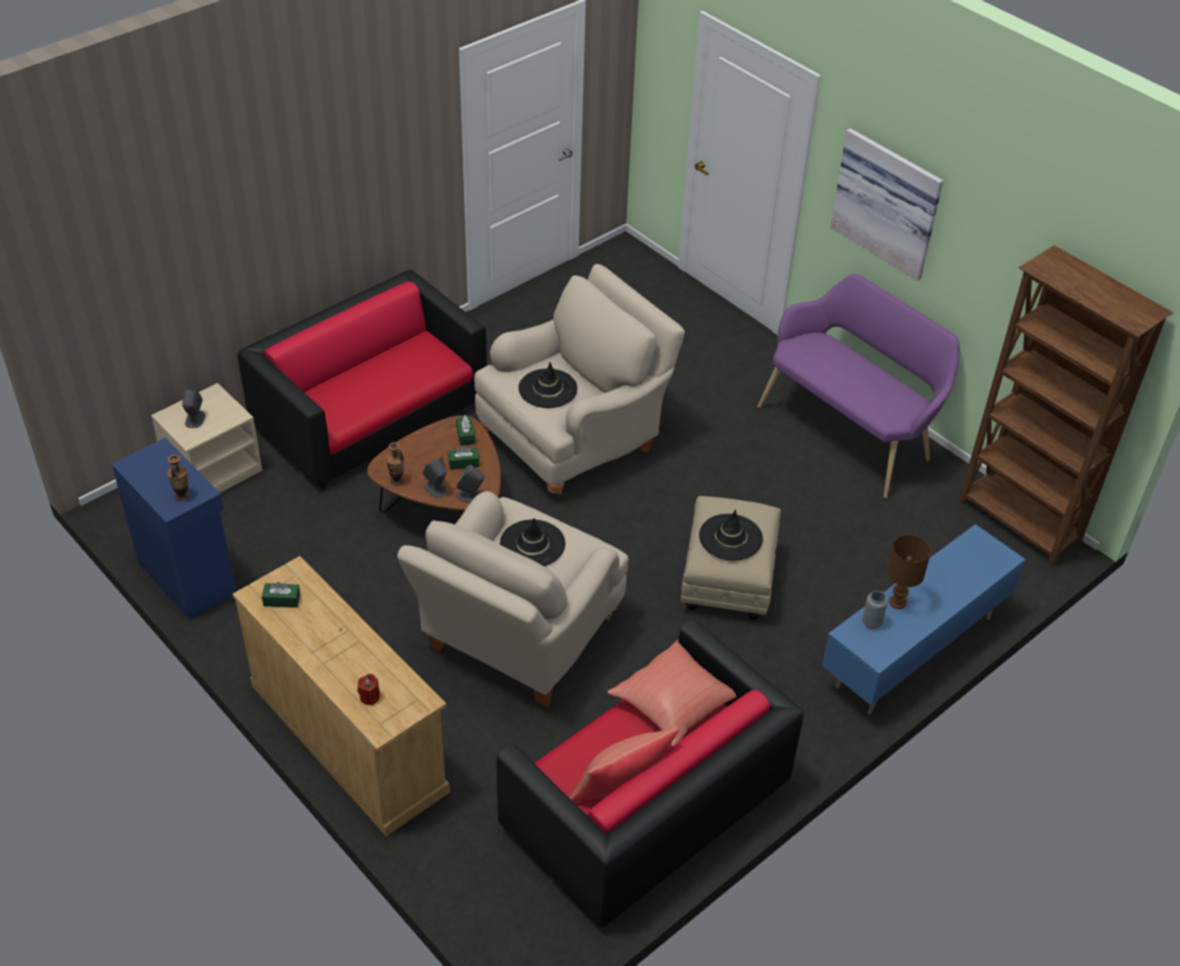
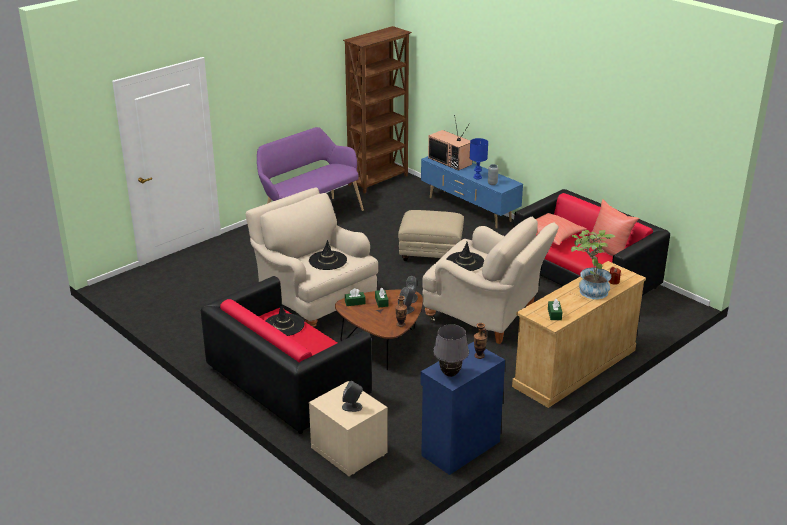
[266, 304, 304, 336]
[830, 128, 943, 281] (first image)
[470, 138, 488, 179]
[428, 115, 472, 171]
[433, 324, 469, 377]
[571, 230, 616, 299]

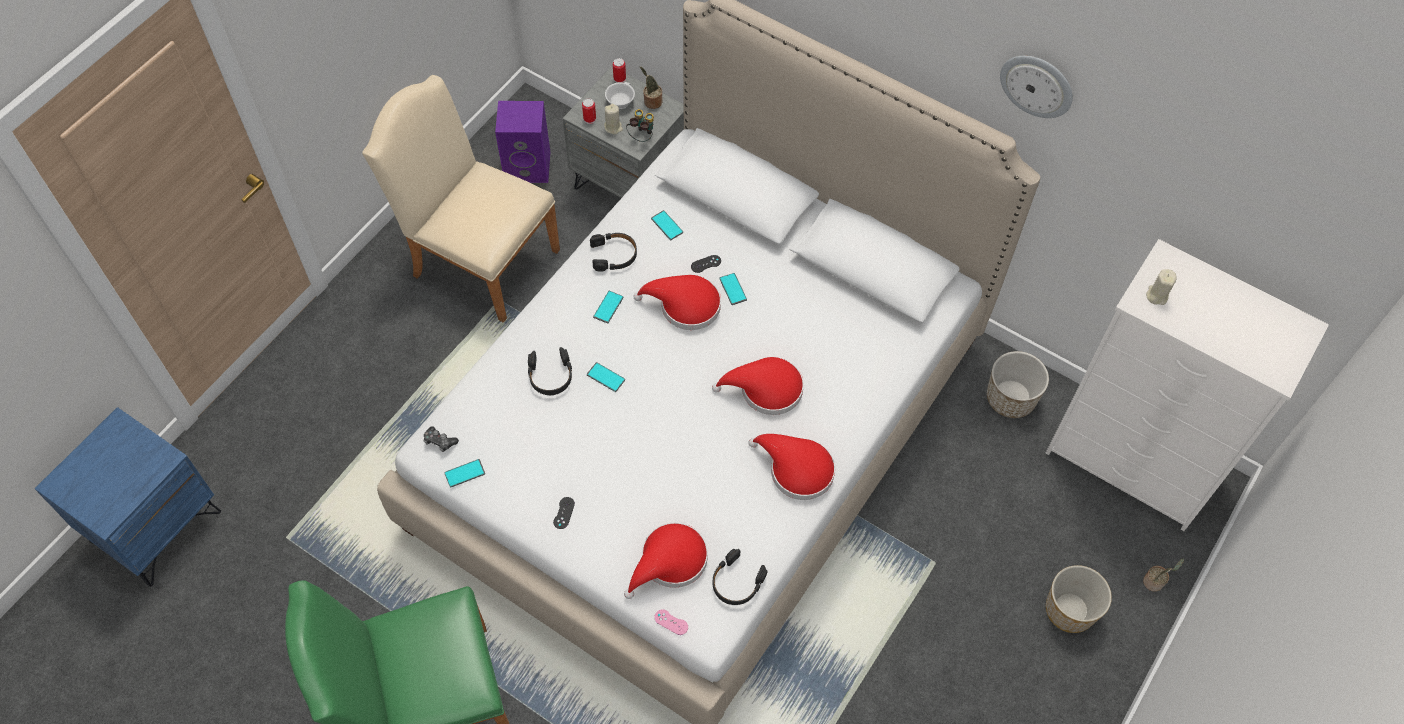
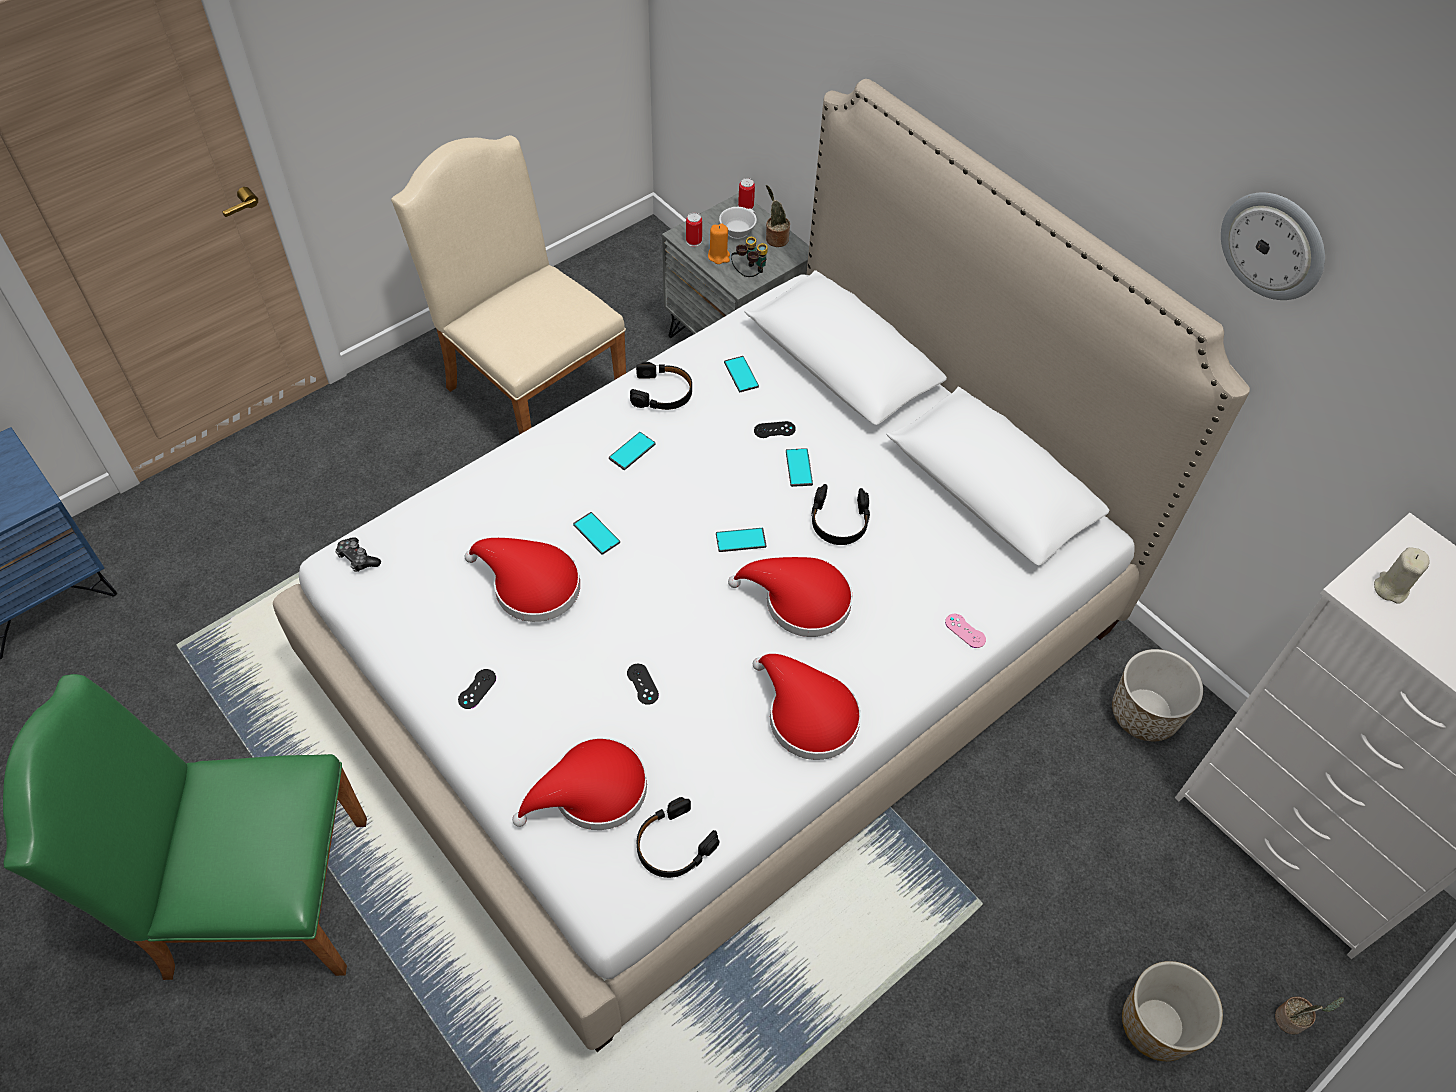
[716, 528, 766, 552]
[495, 101, 550, 183] (first image)
[811, 484, 870, 545]
[708, 224, 730, 264]
[465, 538, 580, 622]
[945, 614, 986, 648]
[627, 664, 659, 705]

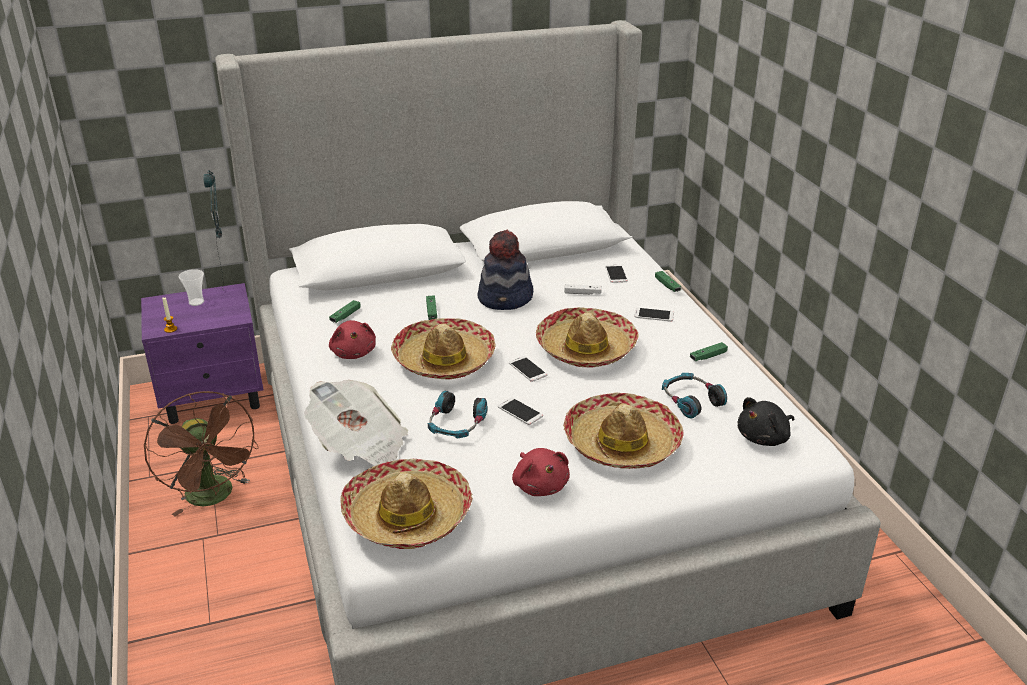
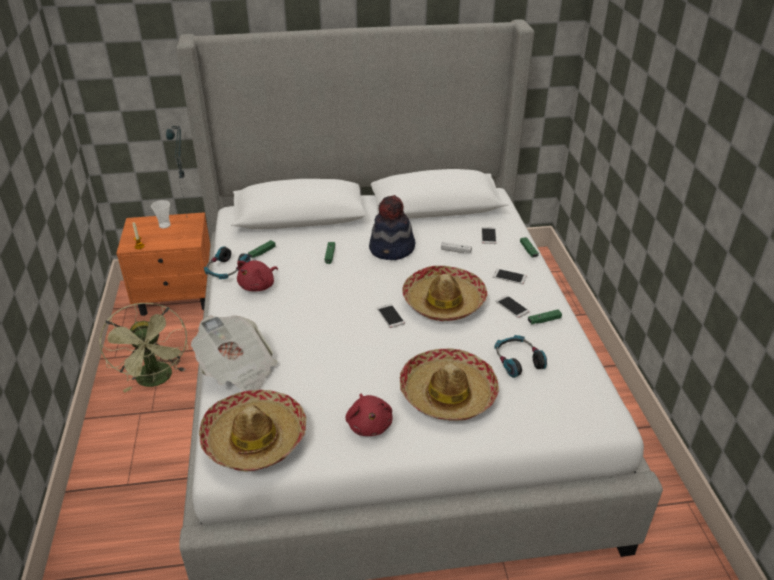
[116, 212, 210, 316]
[99, 303, 188, 393]
[237, 260, 278, 291]
[391, 318, 496, 380] (first image)
[204, 246, 251, 279]
[495, 295, 529, 318]
[738, 397, 794, 446] (first image)

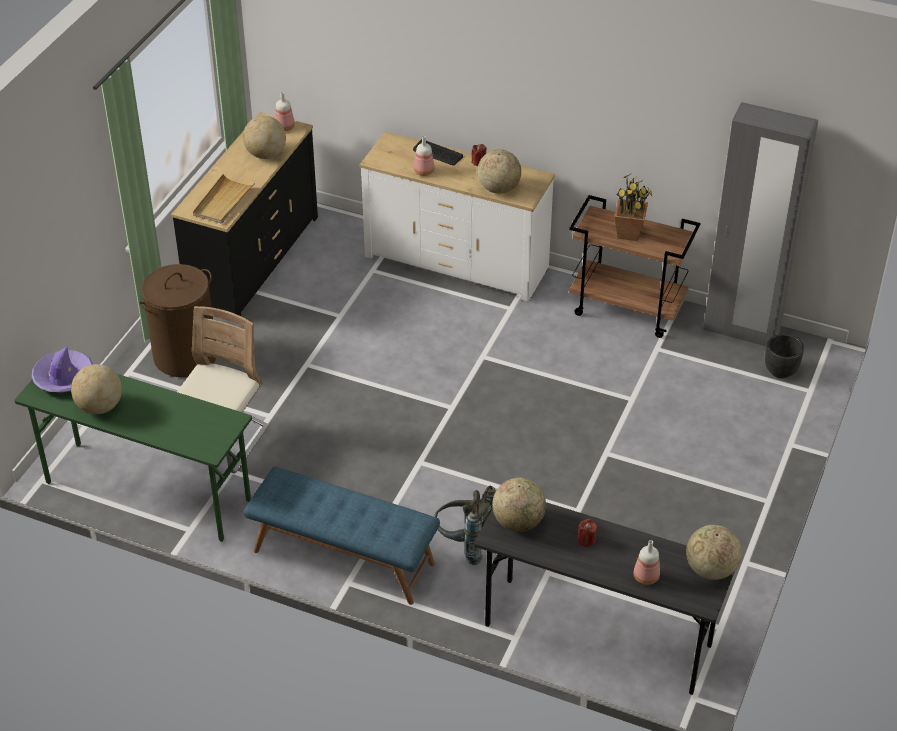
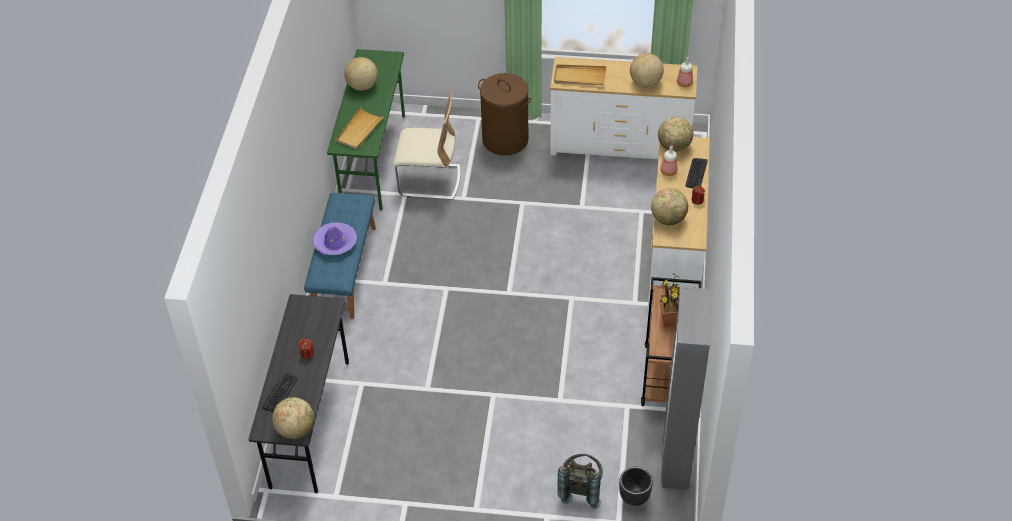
[312, 222, 357, 255]
[550, 57, 697, 159]
[557, 454, 603, 509]
[658, 116, 693, 152]
[262, 372, 298, 412]
[335, 107, 384, 149]

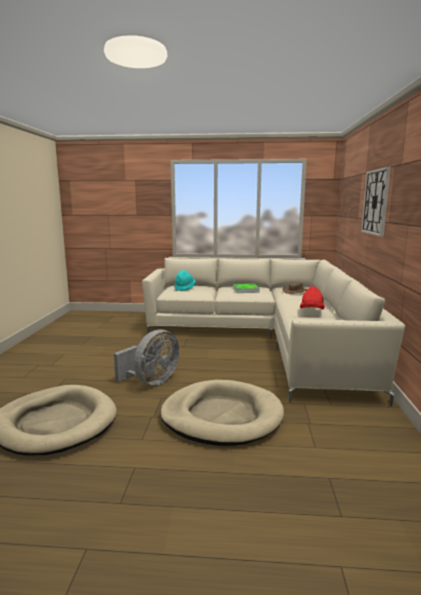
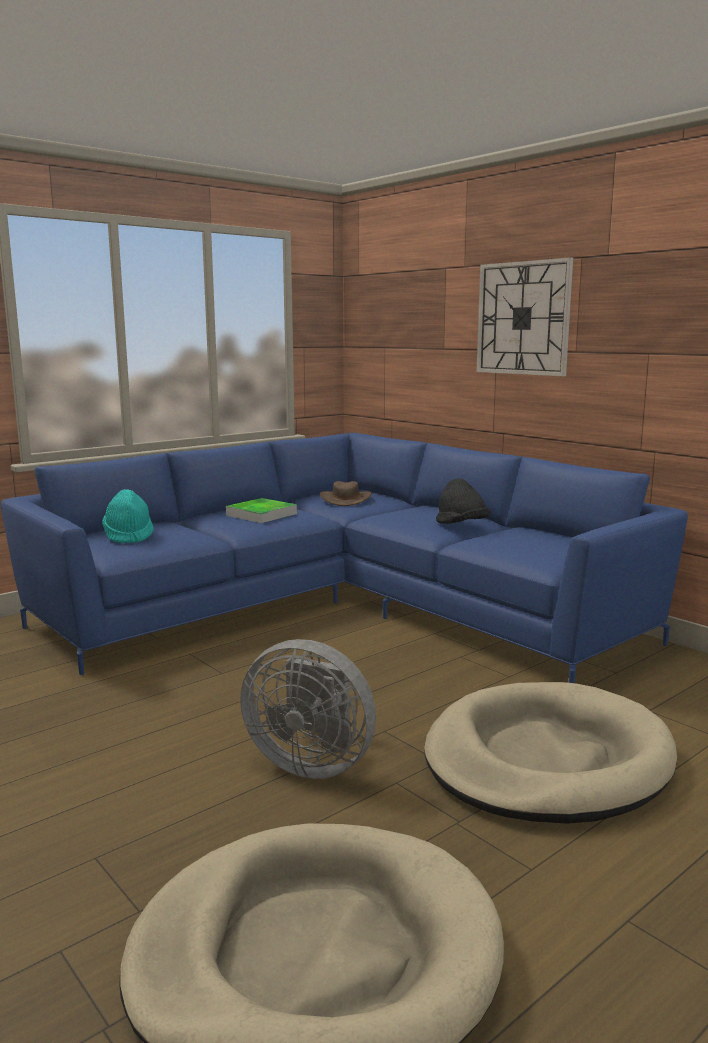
[240, 639, 376, 779]
[1, 432, 688, 683]
[436, 478, 490, 524]

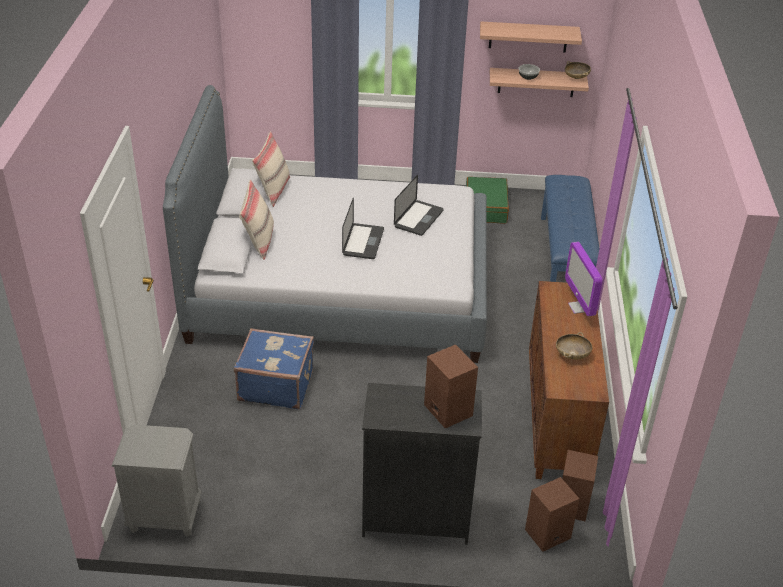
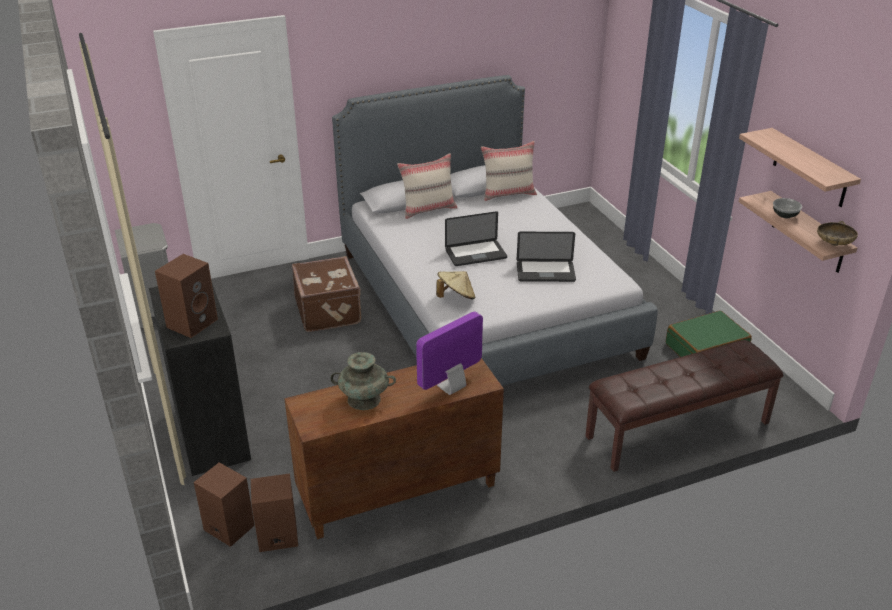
[292, 256, 361, 332]
[585, 340, 783, 472]
[330, 352, 396, 410]
[436, 271, 475, 300]

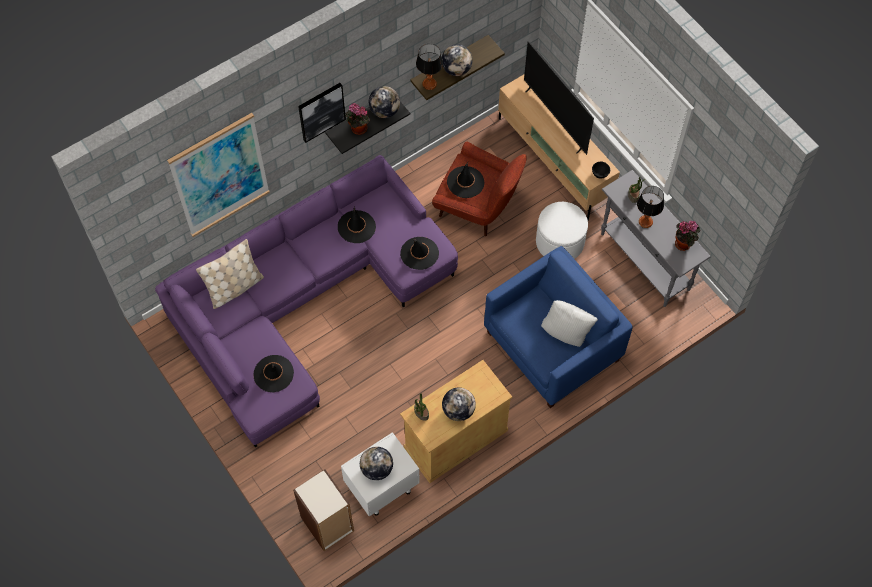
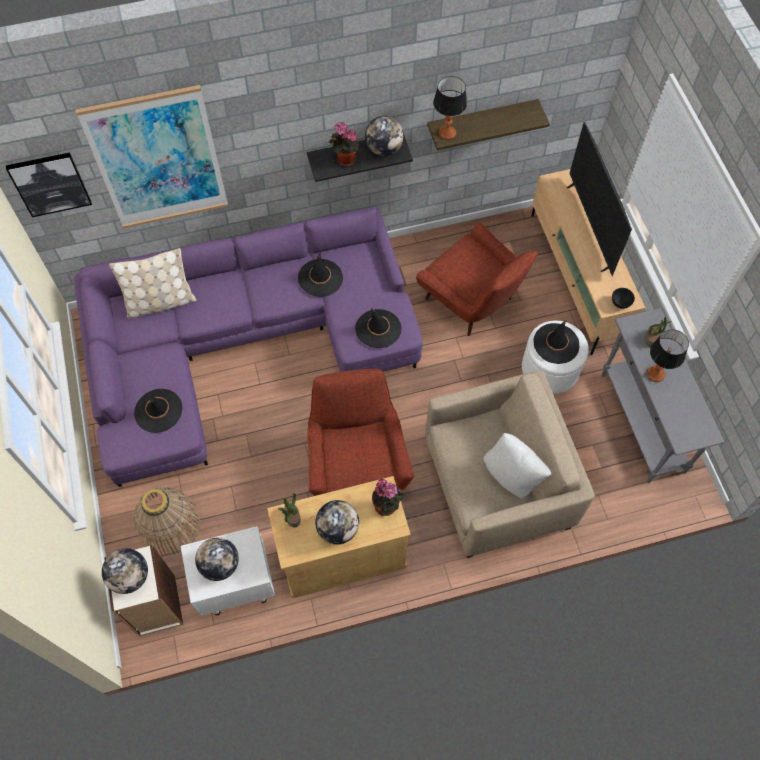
[6, 153, 92, 217]
[102, 548, 148, 594]
[533, 320, 579, 364]
[425, 370, 595, 558]
[372, 479, 405, 516]
[134, 487, 201, 556]
[307, 369, 414, 496]

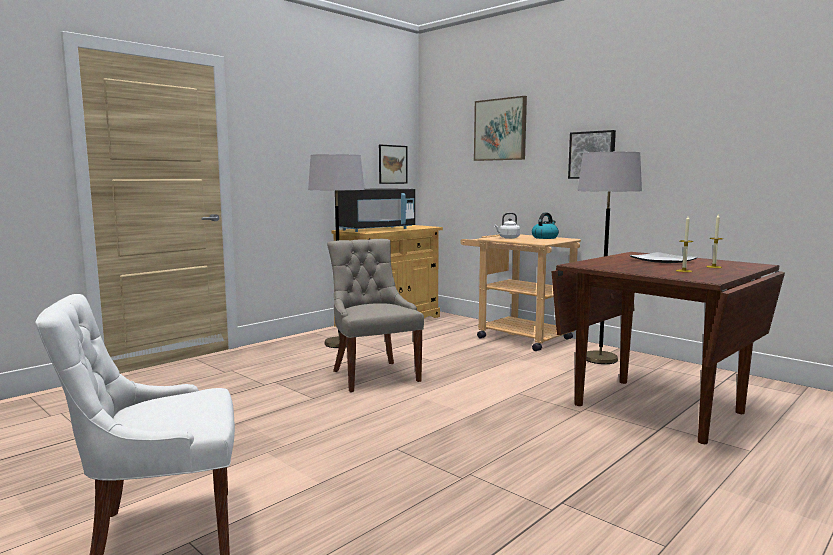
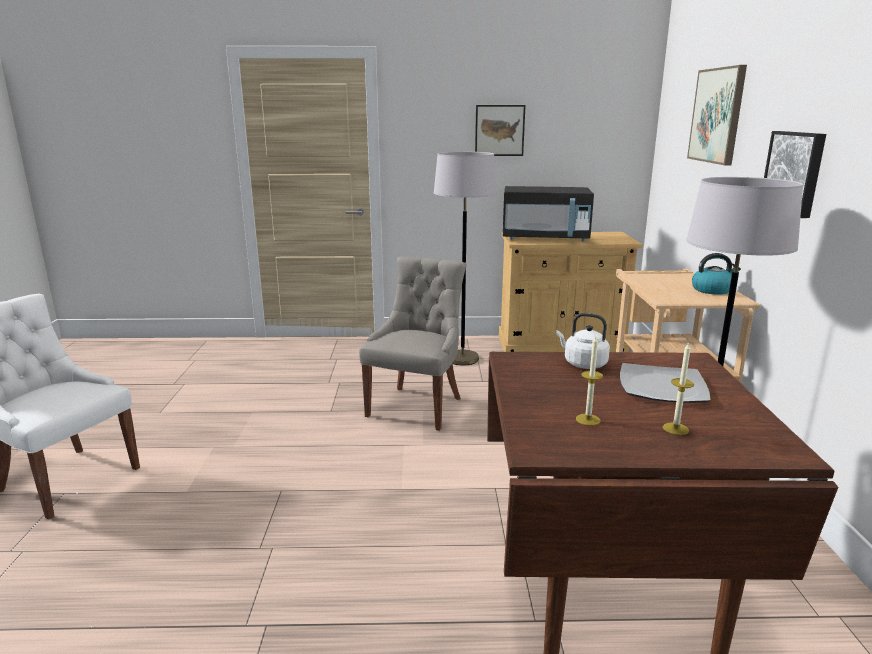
[475, 105, 526, 156]
[556, 313, 610, 369]

